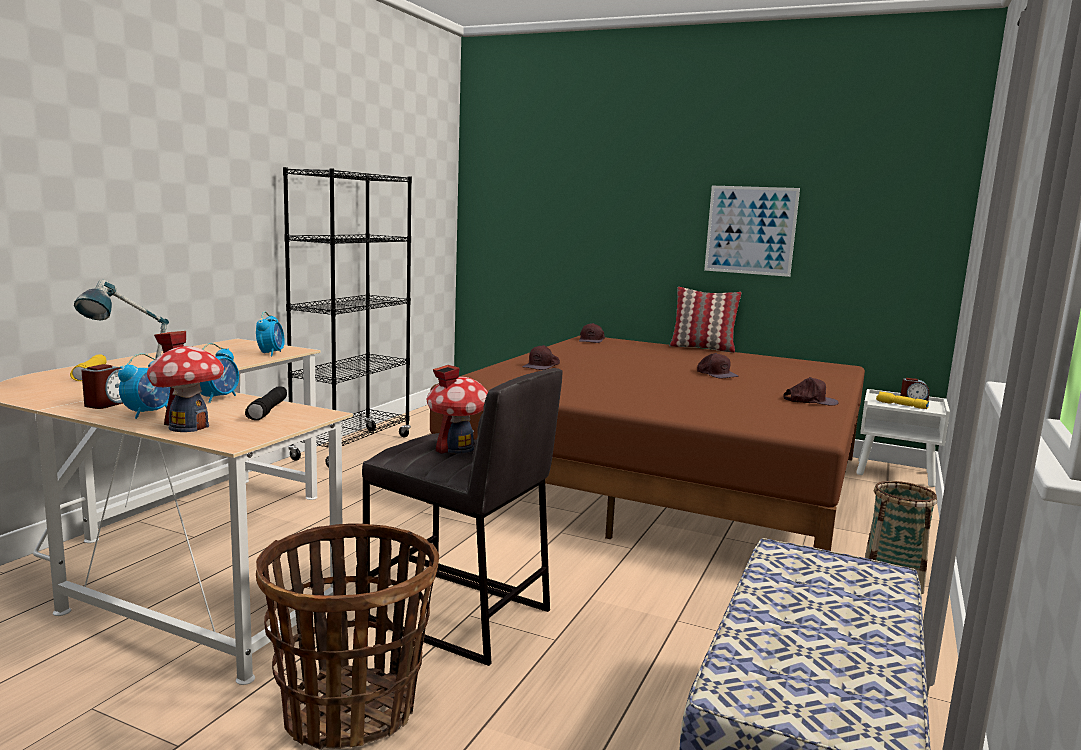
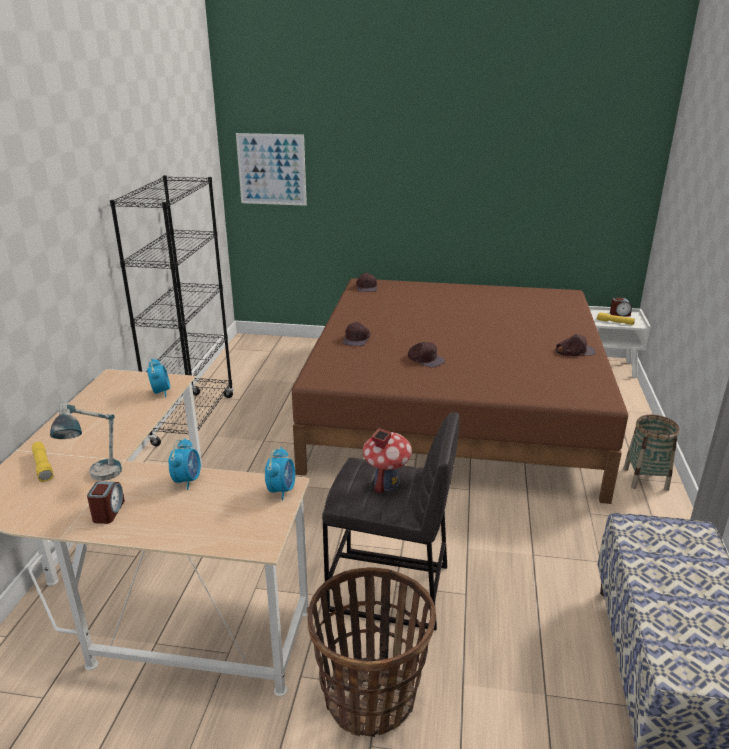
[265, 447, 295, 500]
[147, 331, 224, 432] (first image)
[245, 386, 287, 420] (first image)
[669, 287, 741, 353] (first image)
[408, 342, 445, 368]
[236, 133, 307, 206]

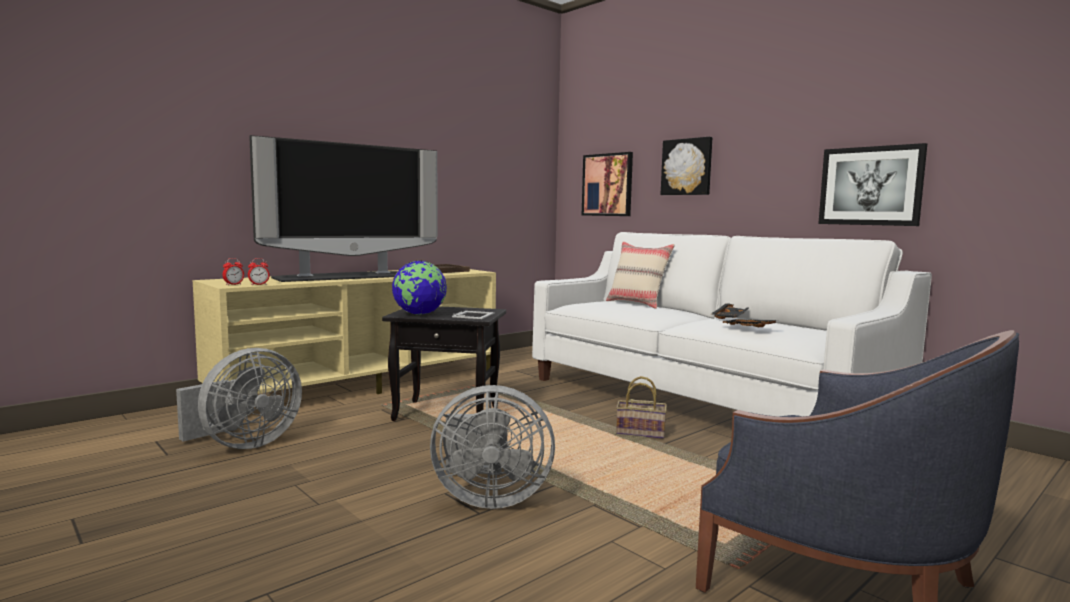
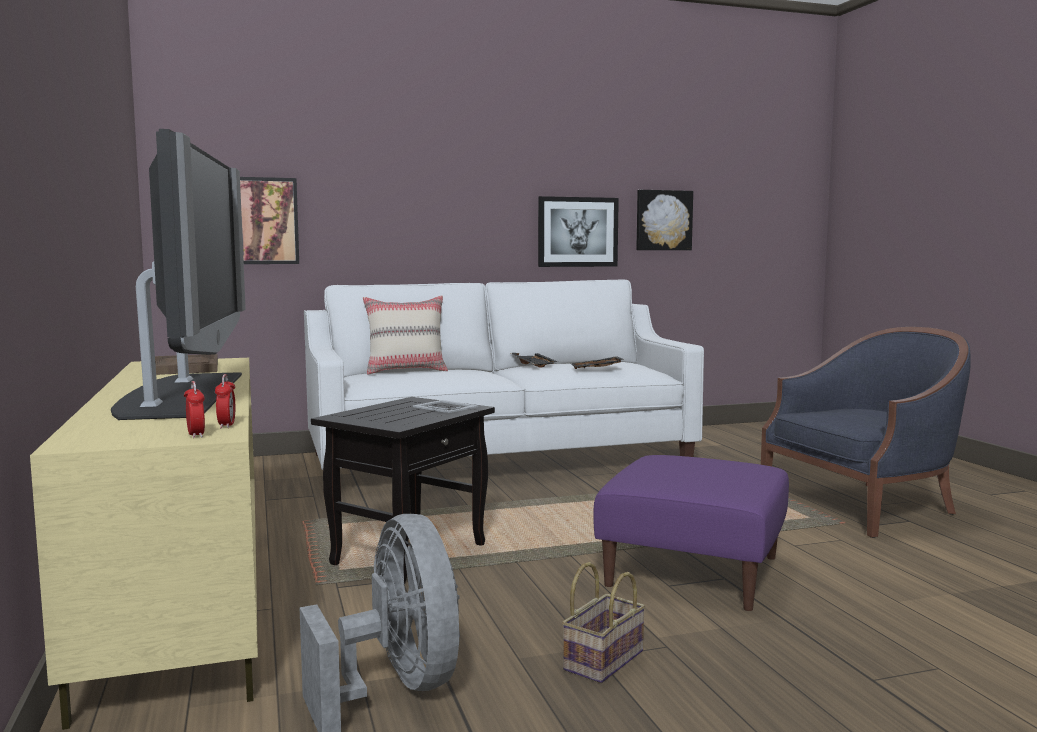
[392, 260, 447, 315] (first image)
[593, 455, 789, 611]
[562, 562, 646, 683]
[636, 190, 693, 250]

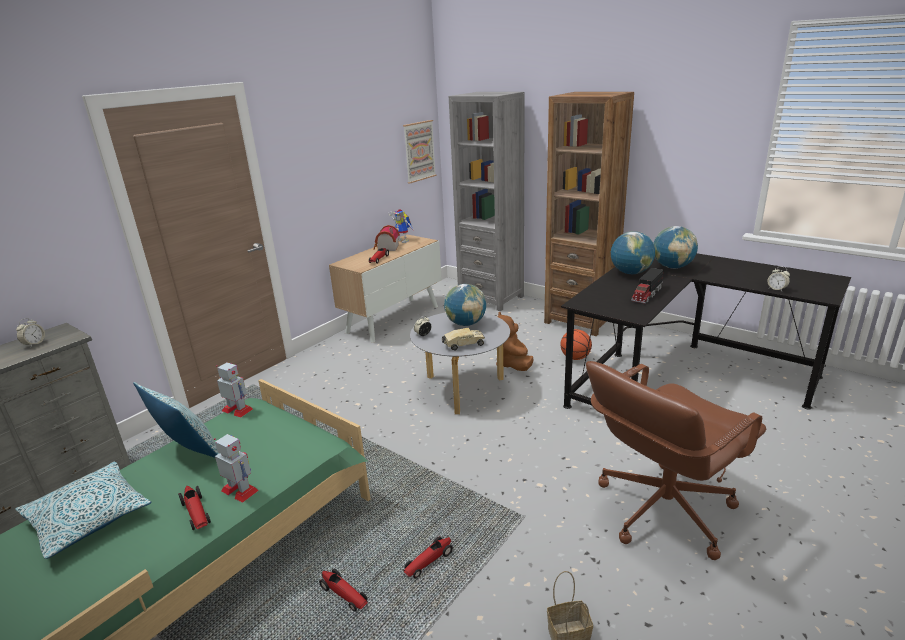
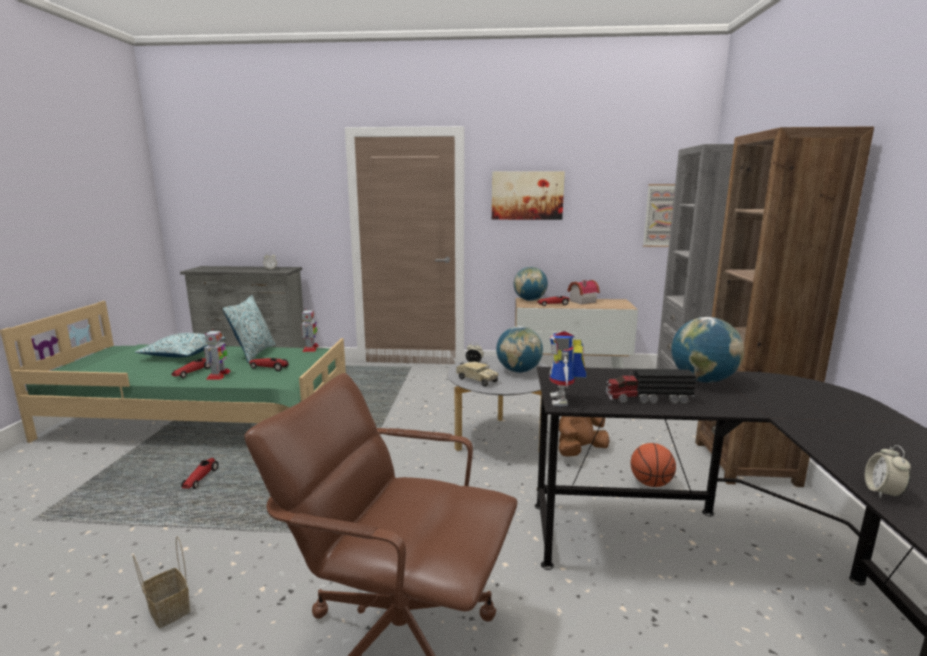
[549, 331, 587, 406]
[249, 358, 289, 371]
[514, 267, 548, 301]
[492, 171, 565, 220]

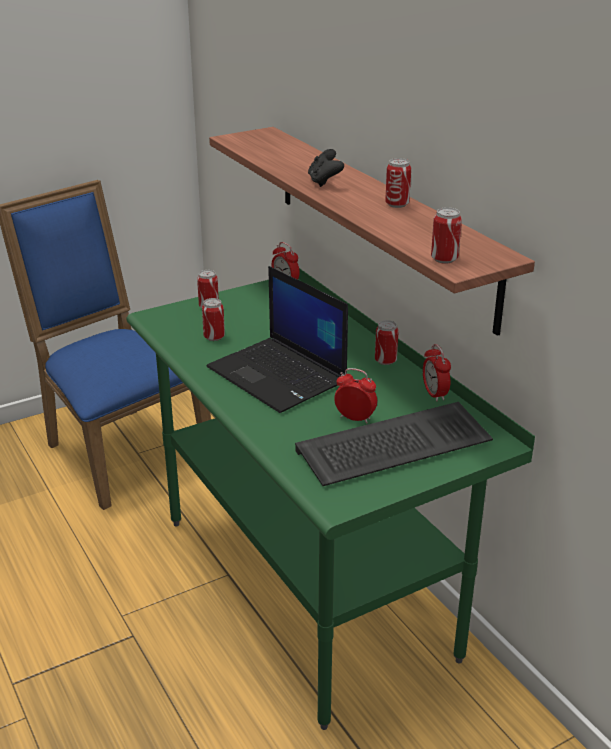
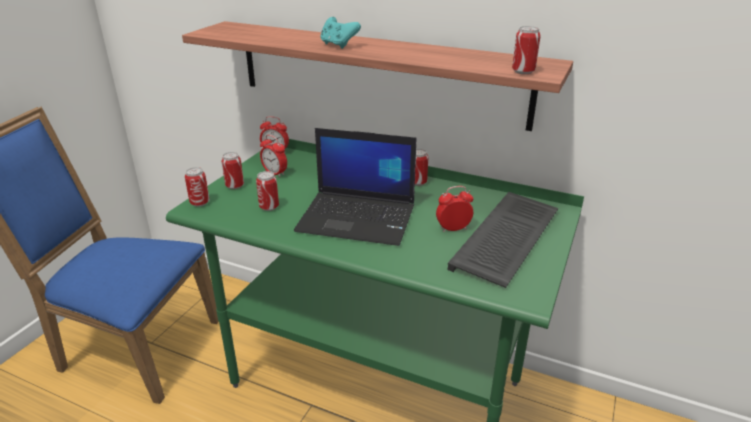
[320, 17, 361, 49]
[185, 167, 210, 207]
[260, 135, 287, 177]

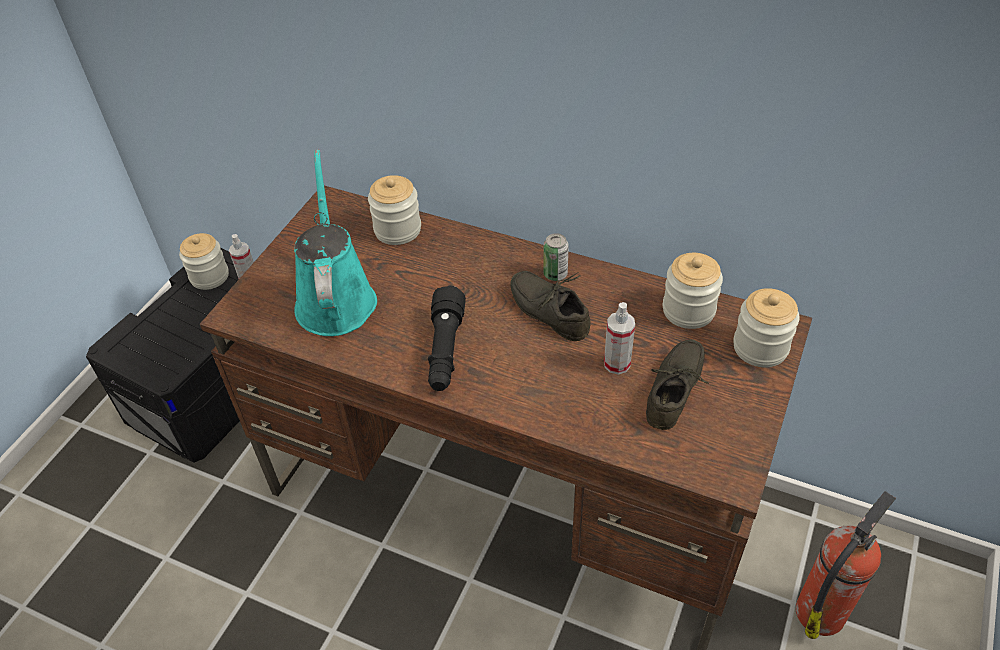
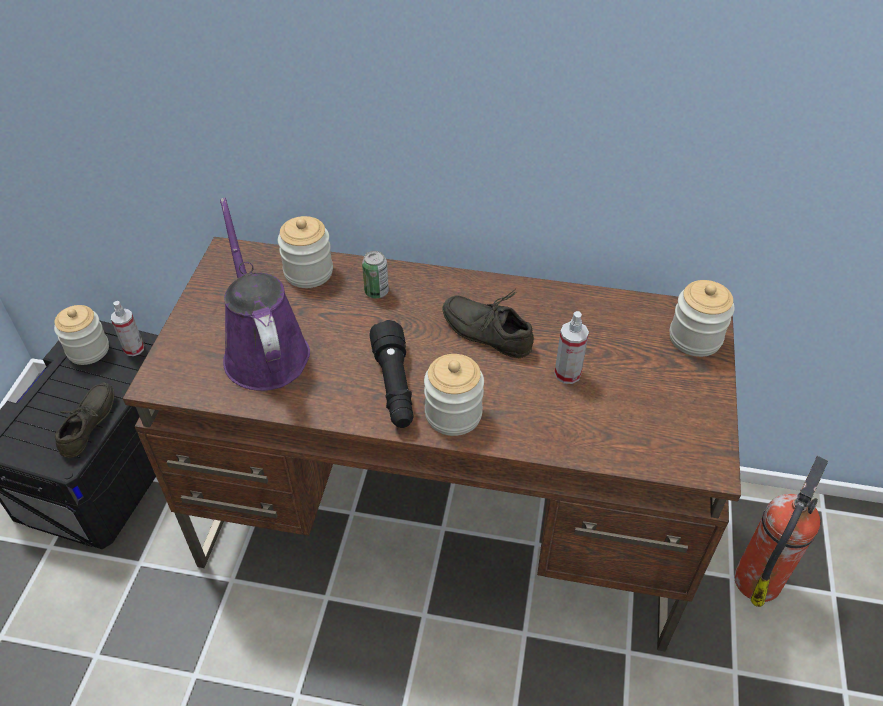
[220, 198, 310, 391]
[362, 251, 389, 298]
[55, 383, 114, 458]
[424, 354, 484, 436]

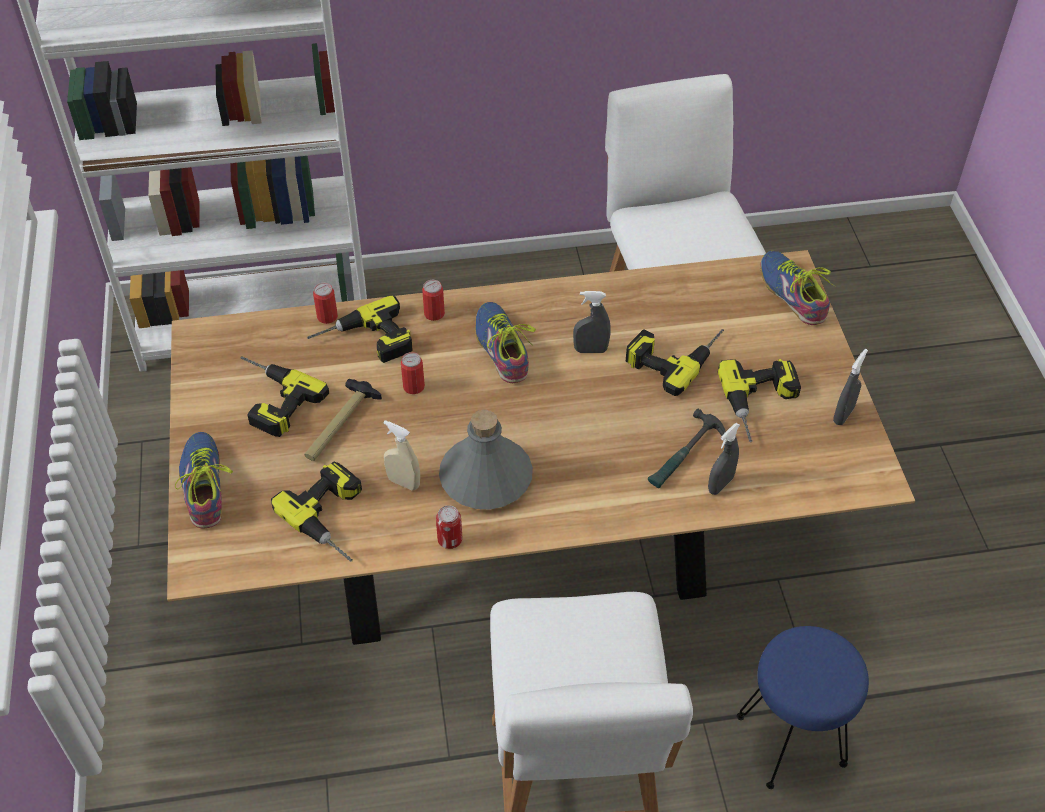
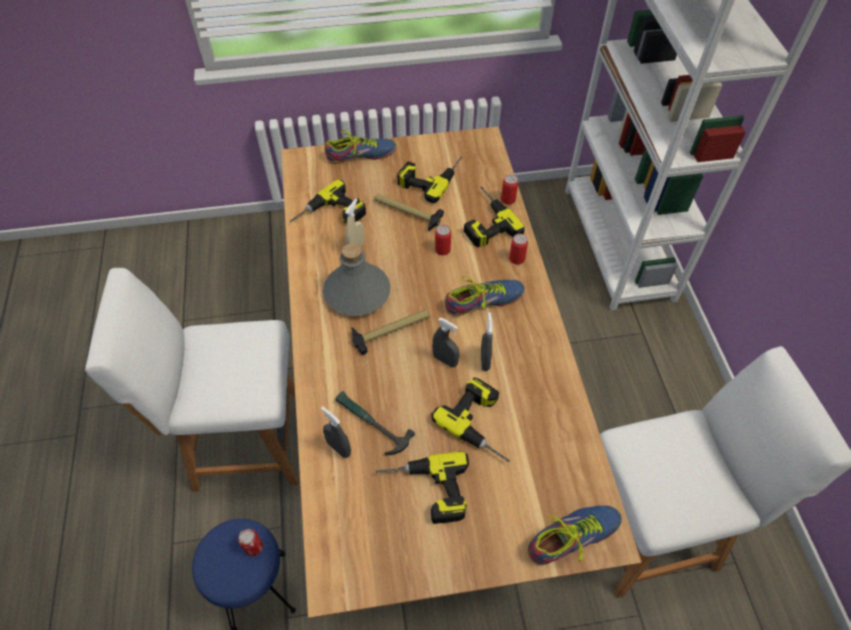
[238, 529, 263, 556]
[432, 318, 460, 367]
[351, 309, 430, 355]

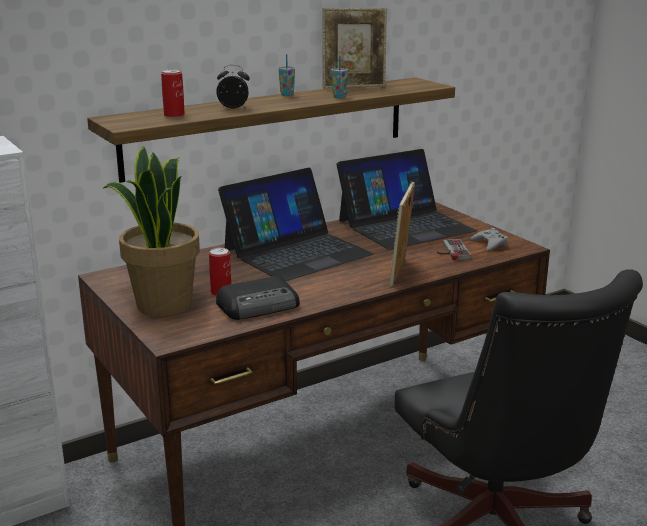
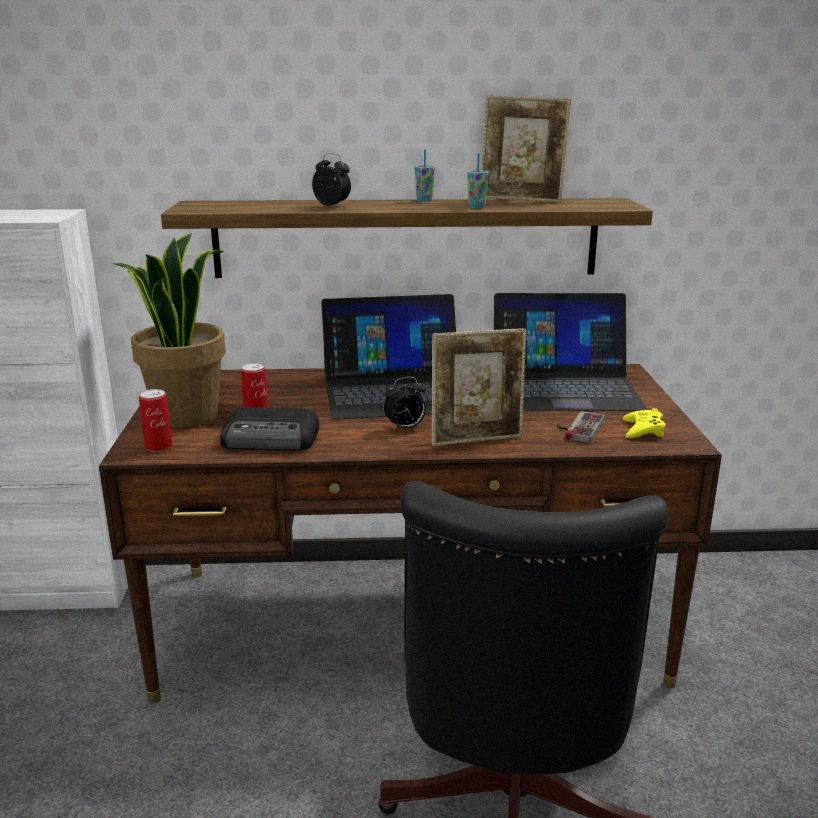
[139, 389, 172, 452]
[432, 328, 527, 446]
[622, 408, 666, 438]
[384, 377, 426, 431]

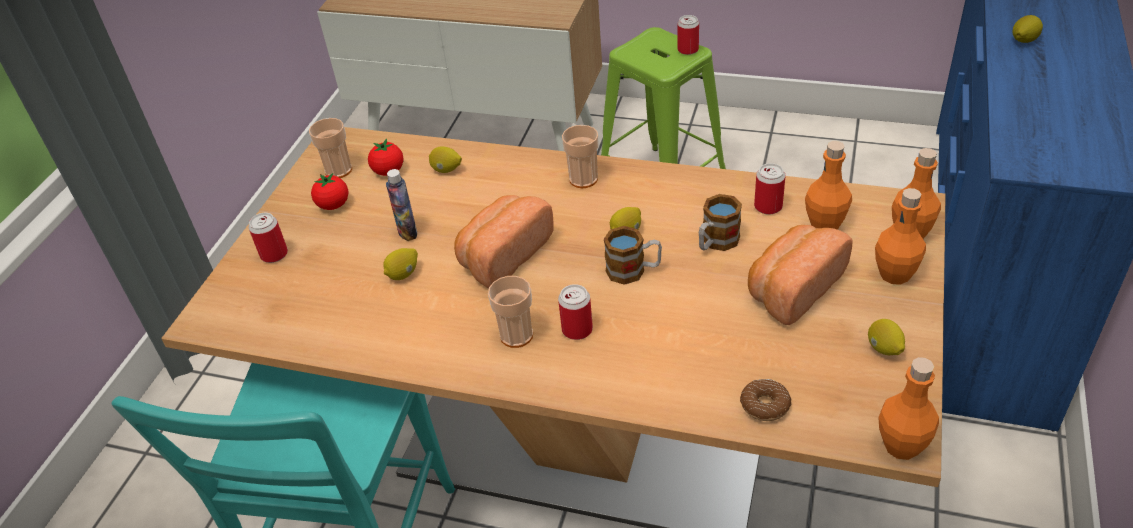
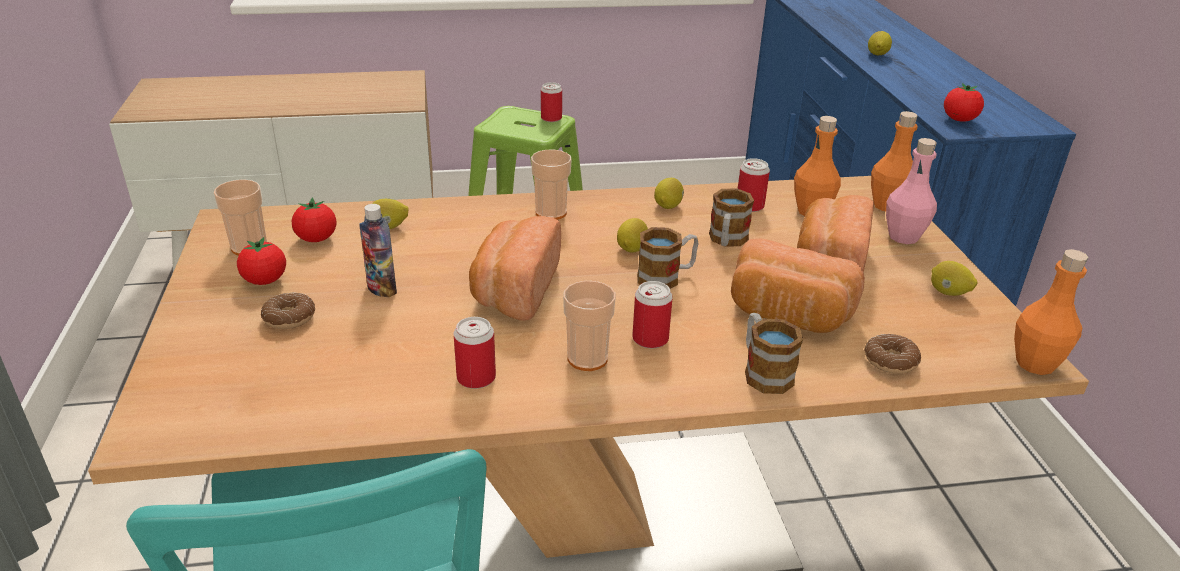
[454, 317, 496, 389]
[654, 178, 684, 209]
[886, 138, 937, 244]
[261, 293, 315, 329]
[731, 239, 865, 333]
[745, 313, 803, 394]
[944, 83, 984, 122]

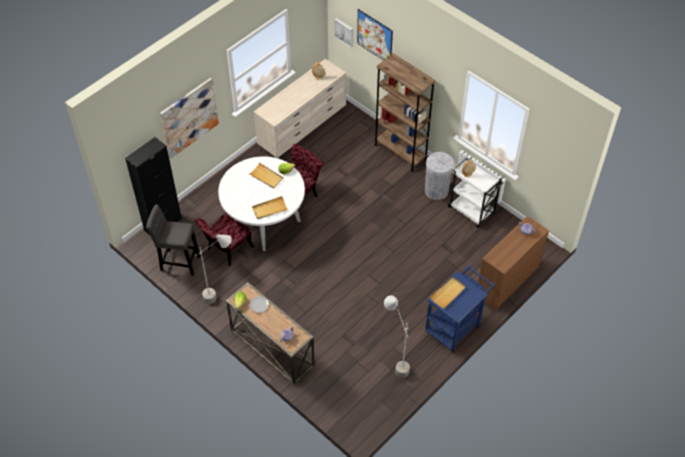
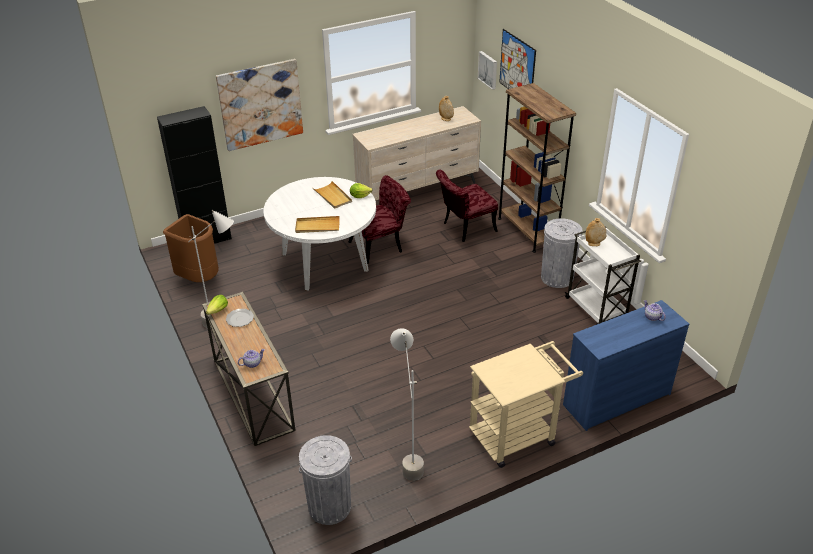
[163, 214, 219, 282]
[436, 169, 498, 242]
[469, 341, 583, 468]
[430, 277, 466, 308] (first image)
[563, 300, 689, 431]
[299, 435, 352, 525]

